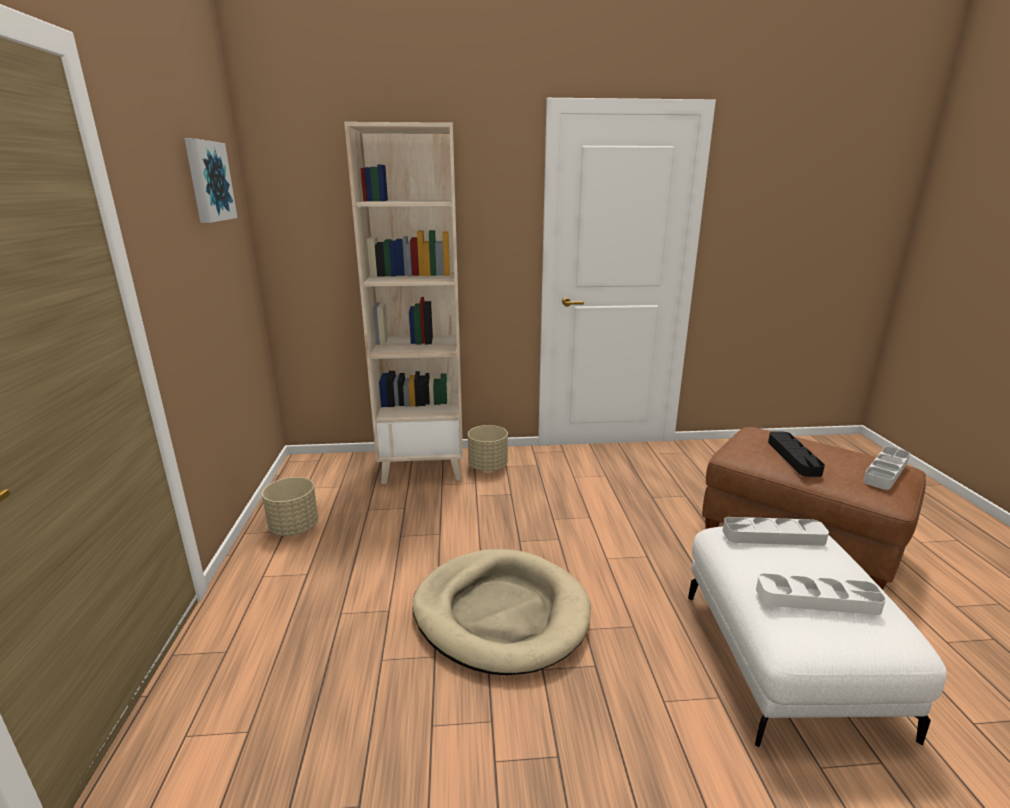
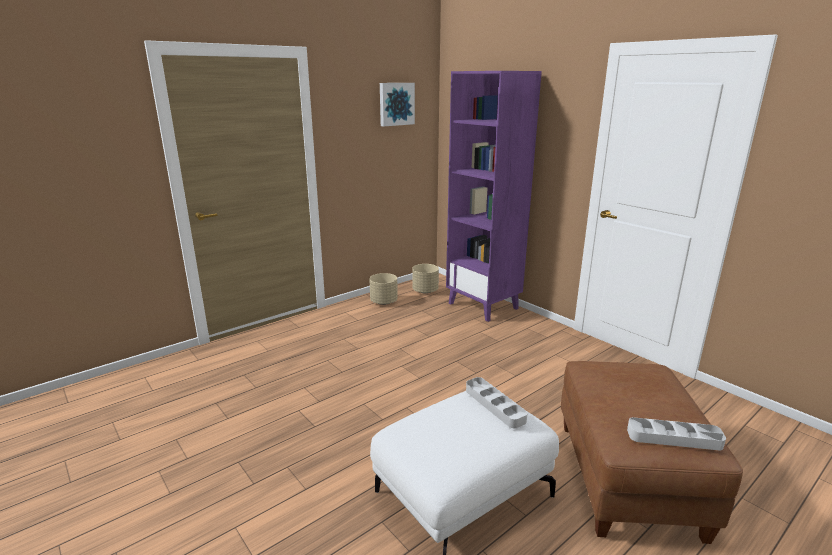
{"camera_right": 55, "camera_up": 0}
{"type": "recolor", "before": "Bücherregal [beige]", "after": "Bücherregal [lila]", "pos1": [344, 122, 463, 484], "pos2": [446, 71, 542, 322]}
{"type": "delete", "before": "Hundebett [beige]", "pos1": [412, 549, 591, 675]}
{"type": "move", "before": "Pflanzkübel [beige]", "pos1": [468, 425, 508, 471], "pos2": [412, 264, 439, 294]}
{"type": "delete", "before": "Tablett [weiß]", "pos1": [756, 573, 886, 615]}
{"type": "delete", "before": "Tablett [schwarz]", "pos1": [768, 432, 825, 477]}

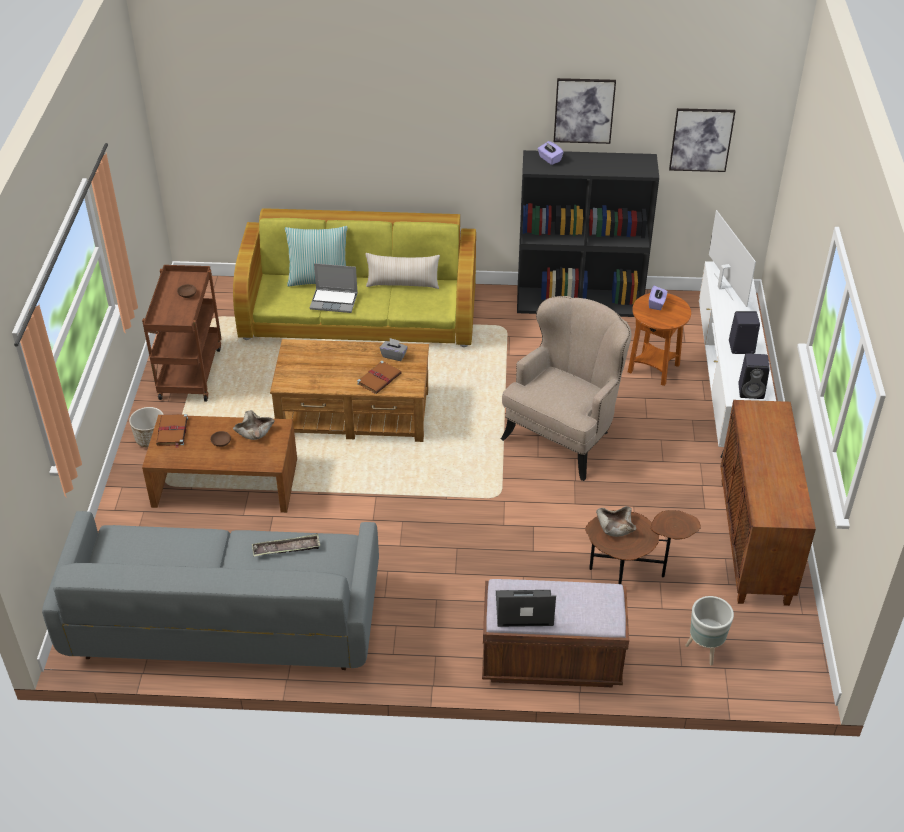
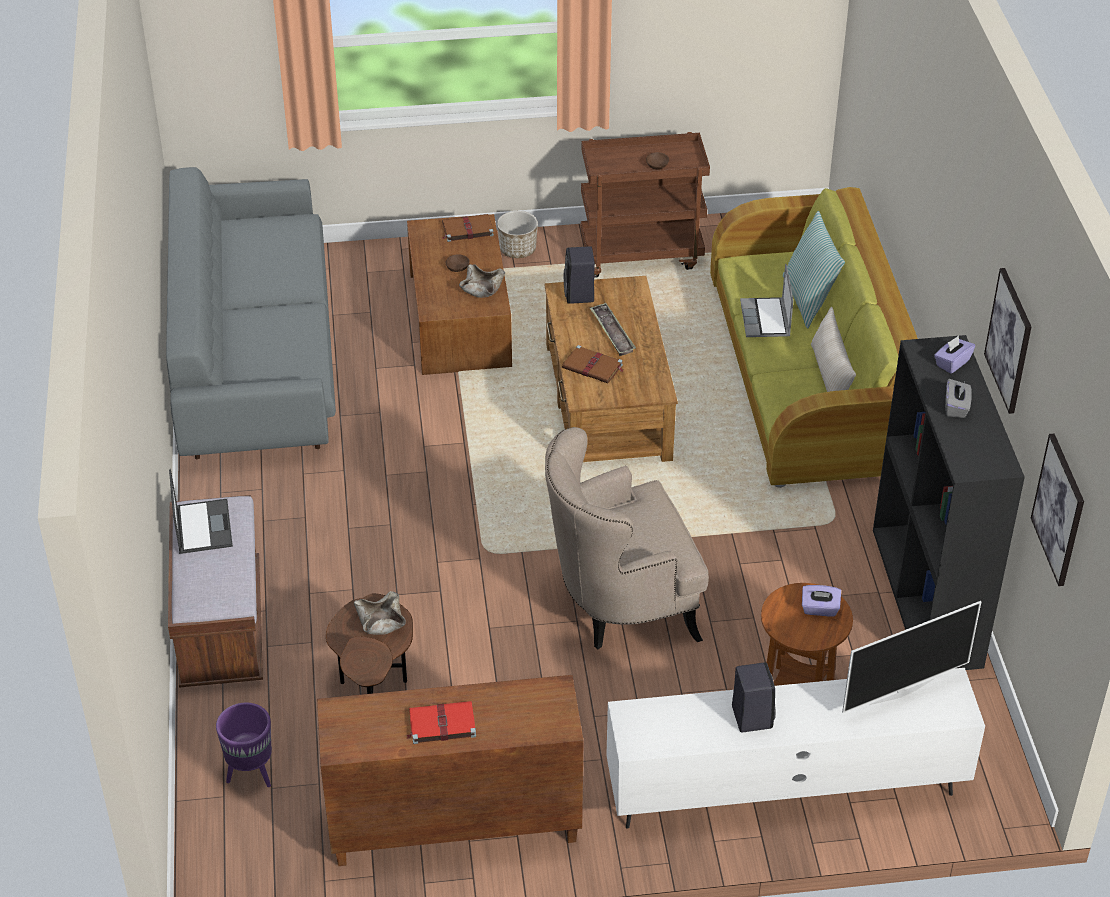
{"camera_right": 80, "camera_up": 0}
{"type": "move", "before": "Tablett", "pos1": [252, 534, 320, 556], "pos2": [590, 303, 636, 356]}
{"type": "move", "before": "Taschentuchbox [grau]", "pos1": [380, 338, 408, 361], "pos2": [945, 379, 972, 418]}
{"type": "rotate", "before": "Sessel [beige]", "pos1": [501, 296, 632, 481], "pos2": [545, 427, 709, 649], "turn": 135}
{"type": "recolor", "before": "Pflanzkübel [grau]", "after": "Pflanzkübel [lila]", "pos1": [685, 596, 734, 666], "pos2": [216, 703, 272, 787]}
{"type": "move", "before": "Lautsprecher [schwarz]", "pos1": [738, 353, 770, 399], "pos2": [564, 246, 595, 304]}
{"type": "insert", "after": "Buch [rot]", "pos2": [406, 701, 476, 744]}

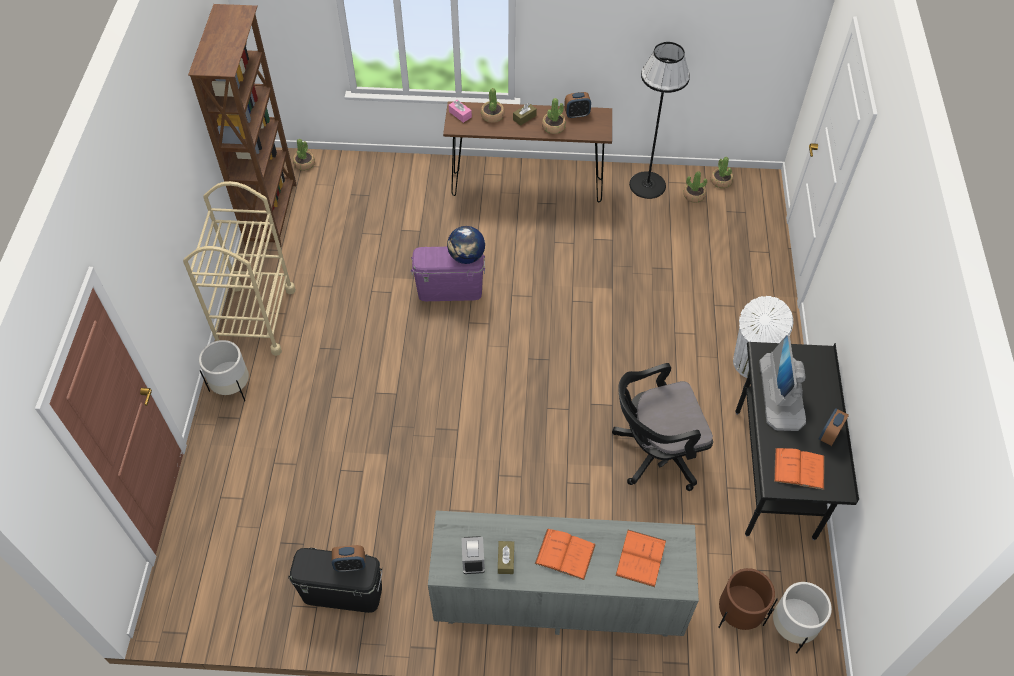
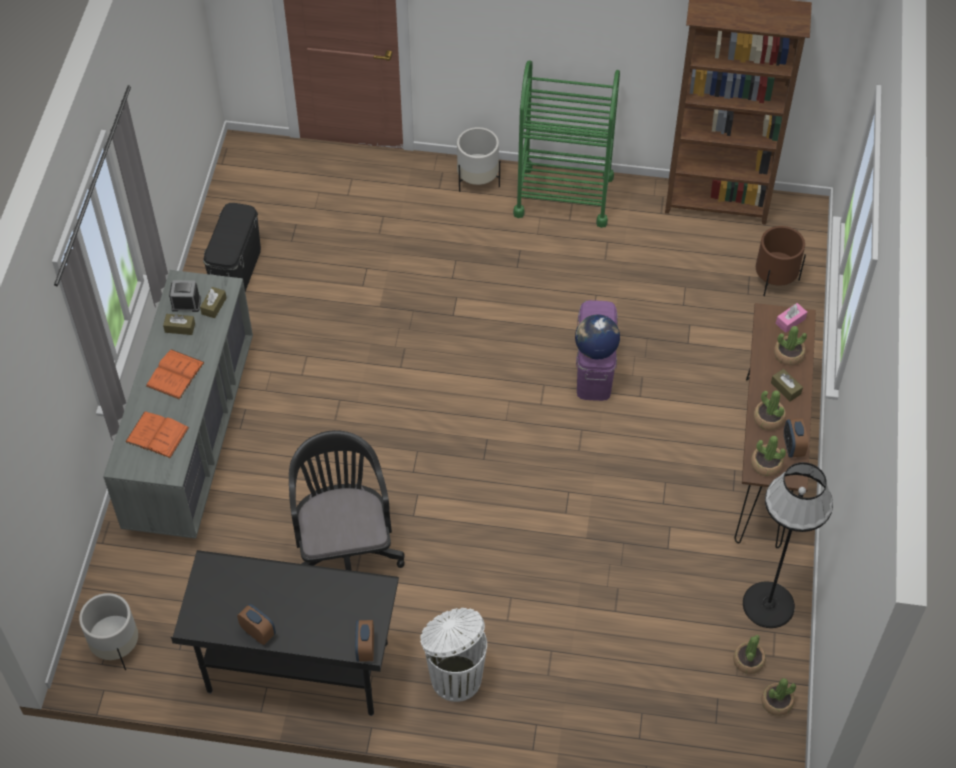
{"camera_right": 95, "camera_up": 0}
{"type": "recolor", "before": "Rollwagen [beige]", "after": "Rollwagen [grün]", "pos1": [183, 181, 296, 356], "pos2": [513, 60, 620, 228]}
{"type": "move", "before": "Topfpflanze", "pos1": [293, 139, 315, 171], "pos2": [751, 435, 786, 476]}
{"type": "move", "before": "Wecker", "pos1": [332, 545, 365, 572], "pos2": [355, 620, 374, 661]}
{"type": "move", "before": "Pflanzkübel [braun]", "pos1": [718, 568, 775, 630], "pos2": [756, 226, 806, 296]}
{"type": "delete", "before": "Monitor", "pos1": [759, 335, 806, 431]}
{"type": "delete", "before": "Buch [orange]", "pos1": [774, 448, 824, 490]}
{"type": "insert", "after": "Taschentuchbox [braun]", "pos2": [200, 287, 227, 318]}

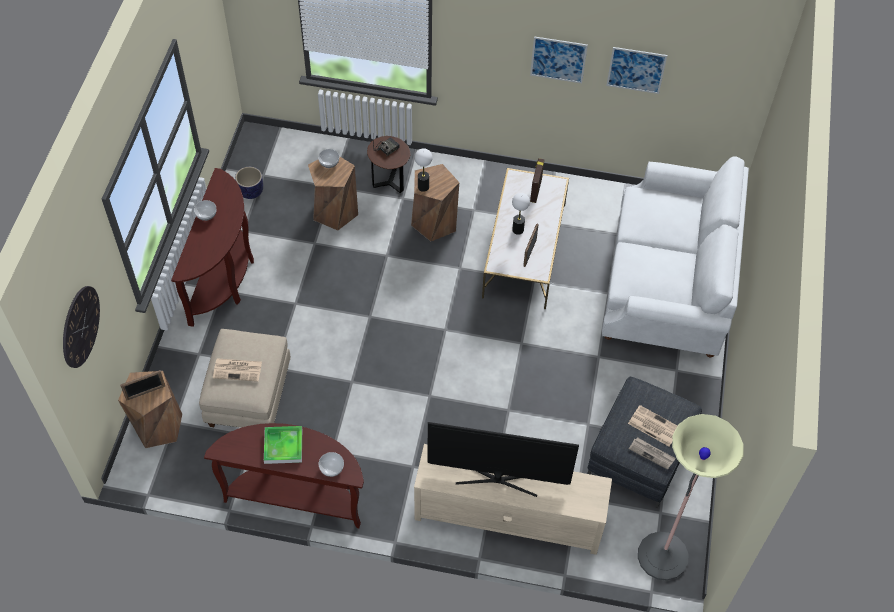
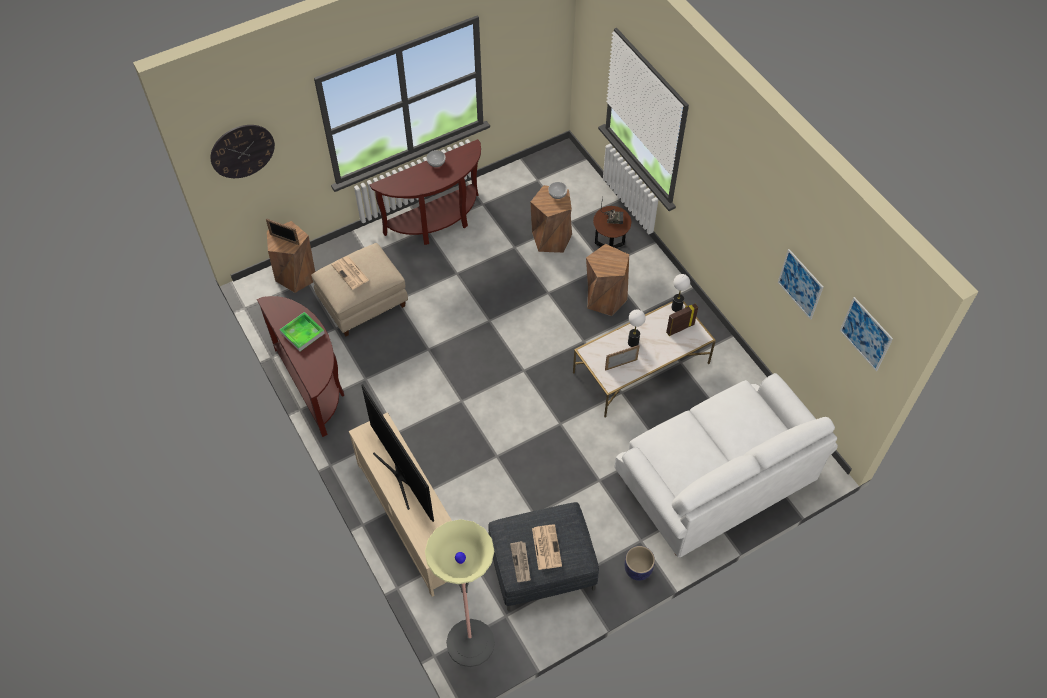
{"camera_right": 50, "camera_up": 0}
{"type": "move", "before": "Pflanzkübel", "pos1": [235, 167, 263, 199], "pos2": [625, 546, 655, 581]}
{"type": "delete", "before": "Schüssel", "pos1": [319, 452, 344, 477]}
{"type": "move", "before": "Tischlampe", "pos1": [415, 148, 432, 192], "pos2": [671, 274, 690, 312]}
{"type": "move", "before": "Bild", "pos1": [530, 36, 588, 83], "pos2": [840, 297, 893, 371]}

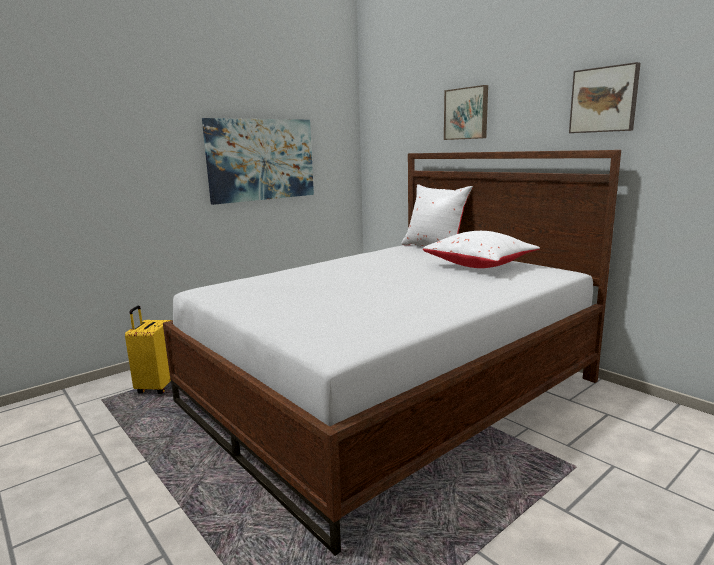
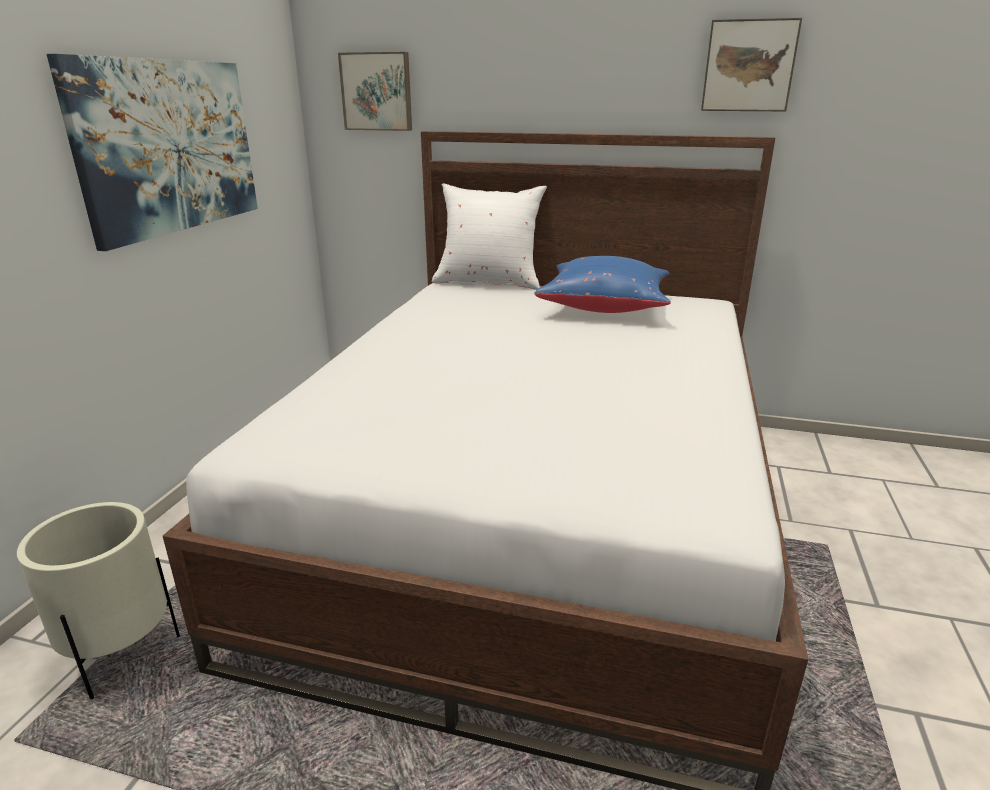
{"camera_right": -35, "camera_up": 10}
{"type": "replace", "before": "Koffer [gelb]", "after": "Pflanzkübel [beige]", "pos1": [125, 306, 172, 394], "pos2": [17, 502, 180, 699]}
{"type": "recolor", "before": "Kissen [weiß]", "after": "Kissen [blau]", "pos1": [422, 231, 540, 268], "pos2": [534, 256, 671, 313]}
{"type": "move", "before": "Bild", "pos1": [444, 85, 488, 140], "pos2": [338, 52, 412, 131]}

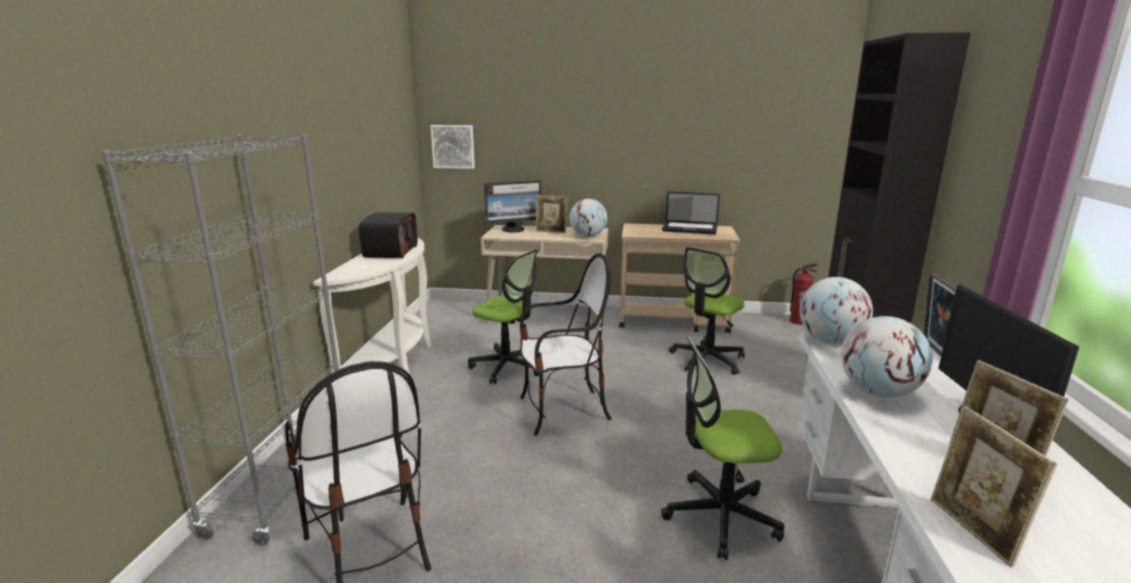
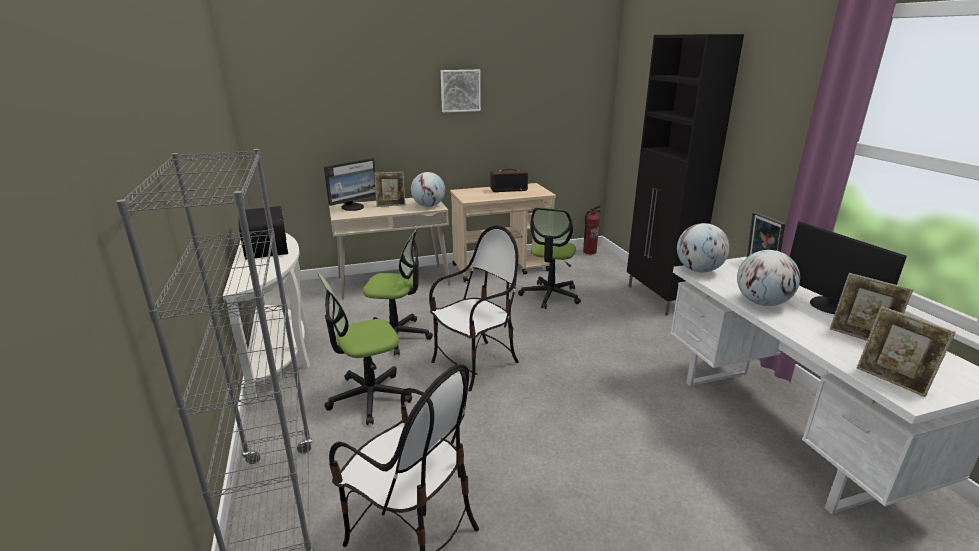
{"camera_right": -25, "camera_up": 5}
{"type": "move", "before": "Bild", "pos1": [430, 125, 475, 169], "pos2": [441, 70, 481, 112]}
{"type": "move", "before": "Bürostuhl", "pos1": [661, 336, 785, 560], "pos2": [318, 274, 412, 425]}
{"type": "replace", "before": "Laptop", "after": "Radio", "pos1": [662, 192, 720, 235], "pos2": [490, 169, 528, 192]}

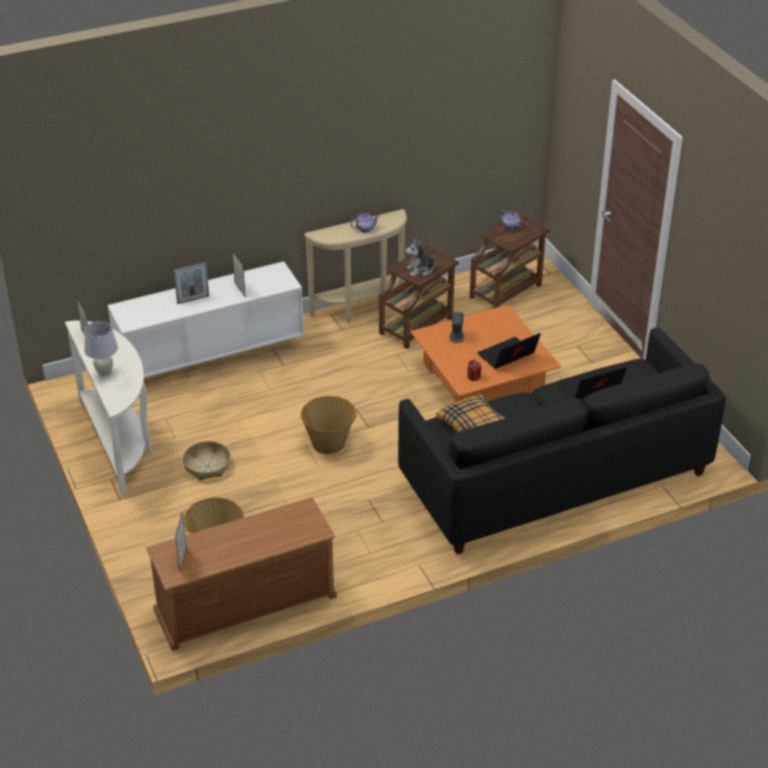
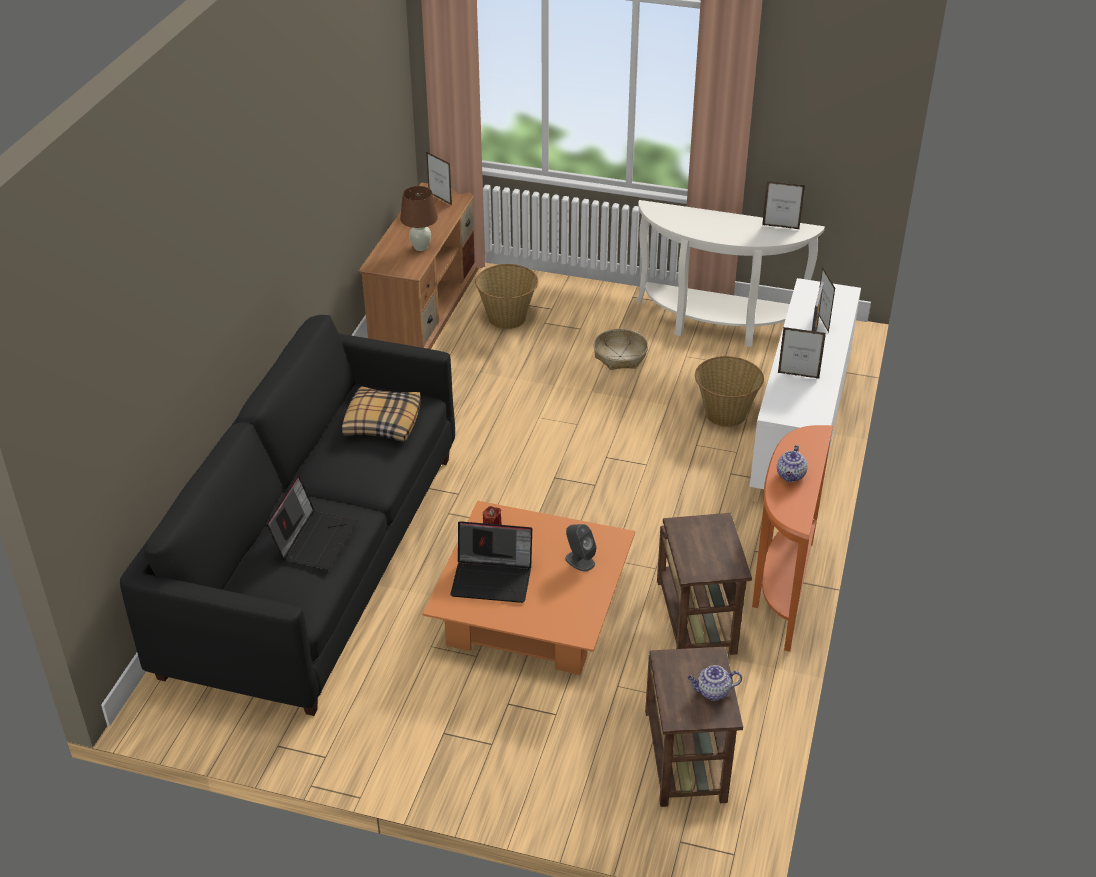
{"camera_right": 130, "camera_up": 0}
{"type": "delete", "before": "Tischlampe [weiß]", "pos1": [84, 321, 118, 376]}
{"type": "move", "before": "Korb", "pos1": [301, 396, 356, 454], "pos2": [695, 356, 764, 427]}
{"type": "recolor", "before": "Konsolentisch [beige]", "after": "Konsolentisch [orange]", "pos1": [304, 209, 407, 323], "pos2": [752, 425, 833, 652]}
{"type": "delete", "before": "Plüschtier", "pos1": [405, 238, 439, 276]}
{"type": "rotate", "before": "Laptop", "pos1": [477, 333, 541, 369], "pos2": [450, 521, 532, 603], "turn": 90}
{"type": "insert", "after": "Tischlampe [braun]", "pos2": [400, 186, 438, 251]}
{"type": "insert", "after": "Bilderrahmen", "pos2": [819, 266, 835, 333]}

